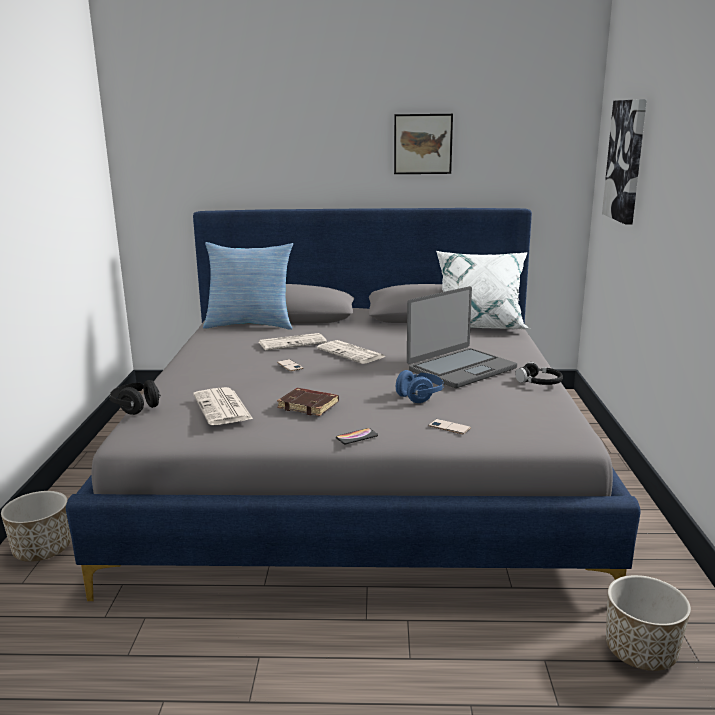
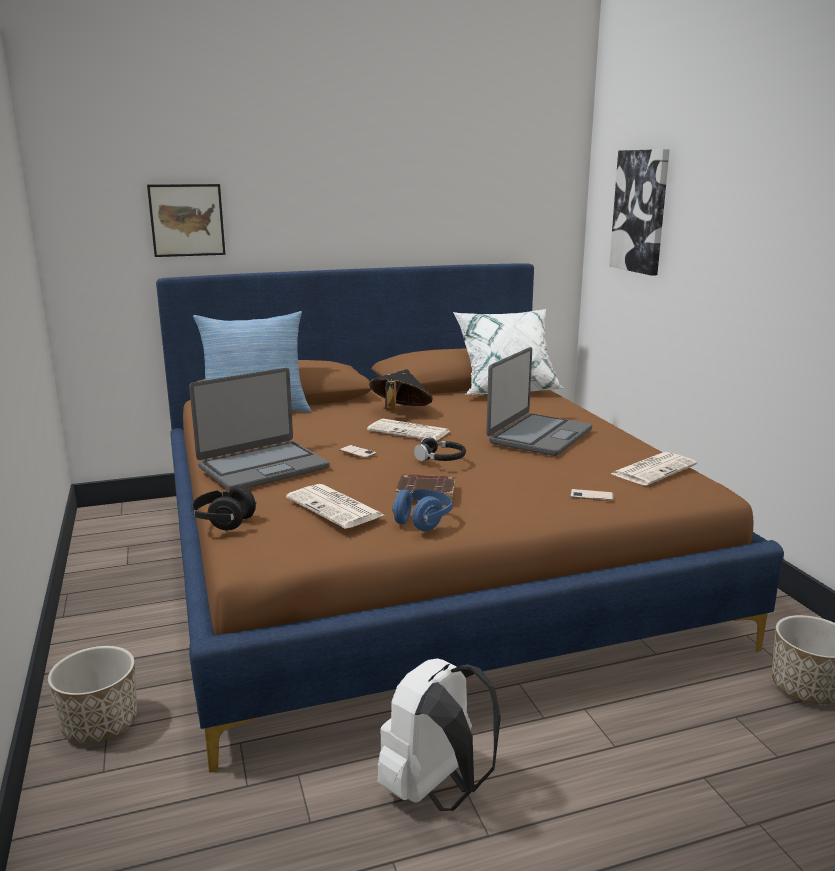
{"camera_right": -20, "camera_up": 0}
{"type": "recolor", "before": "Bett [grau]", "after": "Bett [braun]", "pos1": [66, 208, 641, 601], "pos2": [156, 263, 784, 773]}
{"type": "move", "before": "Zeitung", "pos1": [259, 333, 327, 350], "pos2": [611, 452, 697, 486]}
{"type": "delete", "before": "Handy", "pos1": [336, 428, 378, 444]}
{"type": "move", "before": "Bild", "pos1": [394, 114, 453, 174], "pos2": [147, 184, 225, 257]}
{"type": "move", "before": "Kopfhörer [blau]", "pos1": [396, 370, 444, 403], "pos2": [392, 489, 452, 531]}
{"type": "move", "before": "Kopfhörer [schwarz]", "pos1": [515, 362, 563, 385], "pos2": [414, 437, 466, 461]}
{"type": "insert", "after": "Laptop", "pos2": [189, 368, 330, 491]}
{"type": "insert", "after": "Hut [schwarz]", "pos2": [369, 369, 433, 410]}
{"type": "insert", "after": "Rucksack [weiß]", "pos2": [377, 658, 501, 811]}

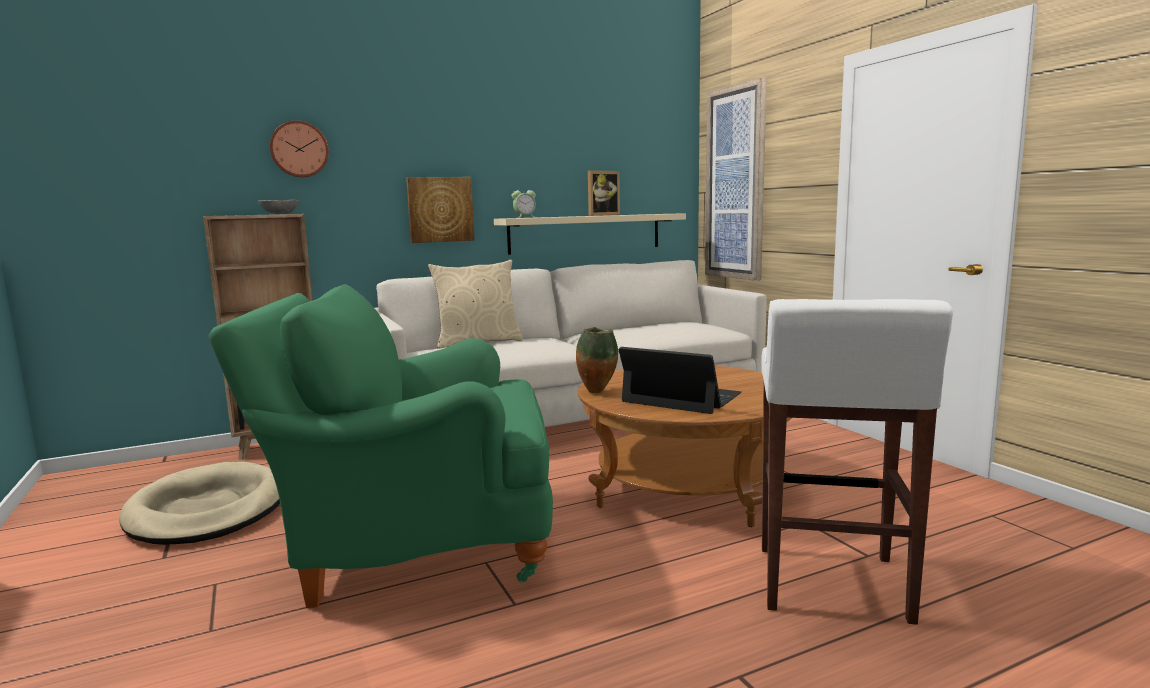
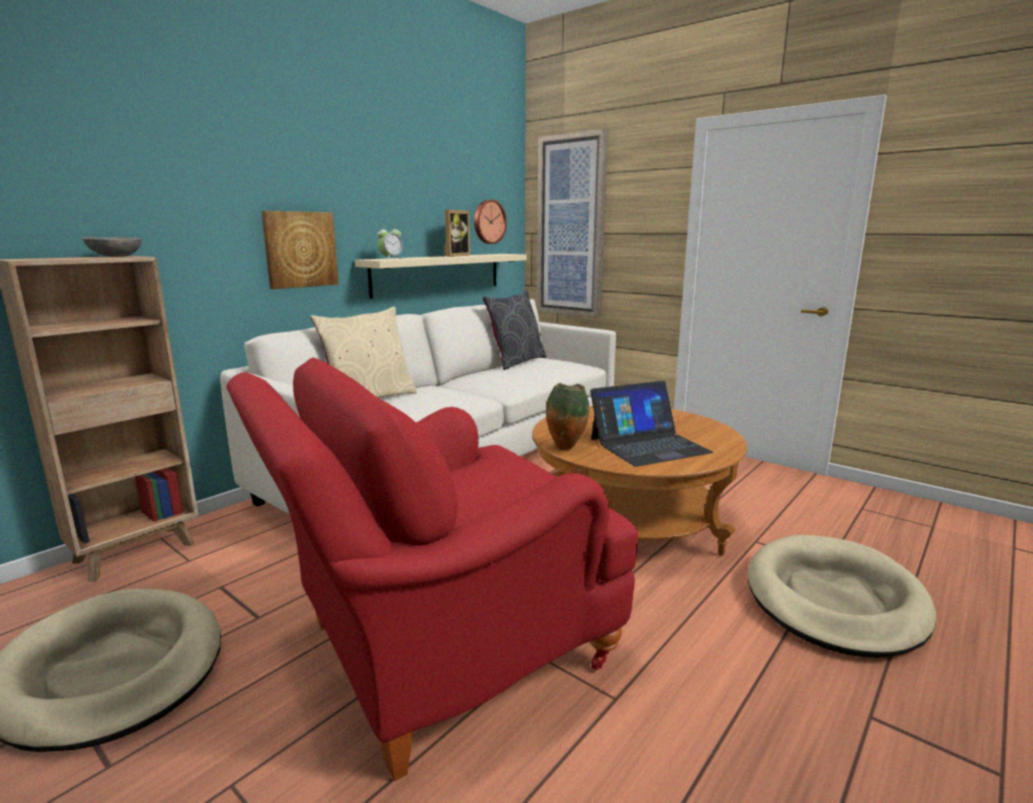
{"camera_right": -25, "camera_up": 5}
{"type": "recolor", "before": "Sessel [grün]", "after": "Sessel [rot]", "pos1": [209, 284, 553, 608], "pos2": [226, 358, 638, 781]}
{"type": "move", "before": "Wanduhr", "pos1": [270, 121, 329, 178], "pos2": [474, 200, 507, 244]}
{"type": "rotate", "before": "Laptop", "pos1": [619, 347, 742, 414], "pos2": [590, 380, 714, 467], "turn": 150}
{"type": "replace", "before": "Hocker [weiß]", "after": "Hundebett [beige]", "pos1": [761, 299, 953, 625], "pos2": [747, 535, 937, 658]}
{"type": "insert", "after": "Kissen [grau]", "pos2": [483, 290, 546, 370]}

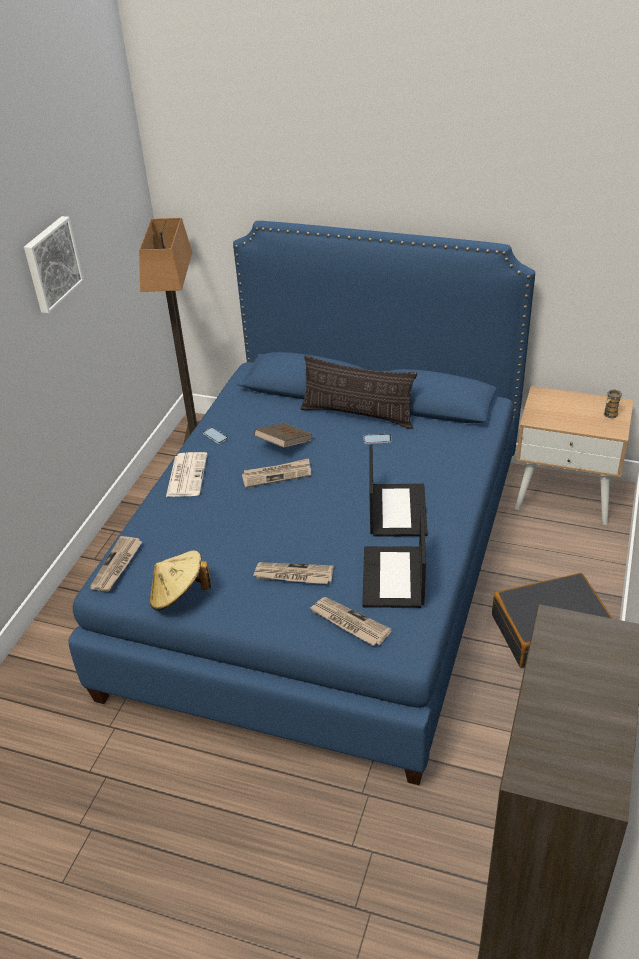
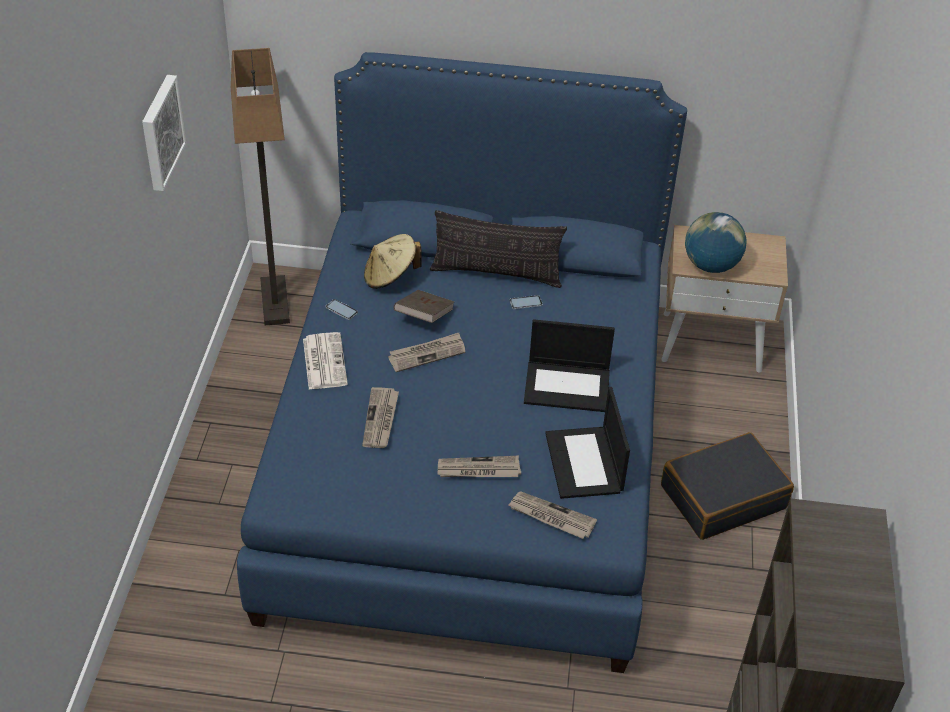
{"camera_right": -15, "camera_up": 5}
{"type": "move", "before": "Zeitung", "pos1": [90, 536, 143, 592], "pos2": [362, 387, 399, 448]}
{"type": "move", "before": "Hut [beige]", "pos1": [150, 550, 211, 610], "pos2": [364, 234, 422, 289]}
{"type": "rotate", "before": "Laptop", "pos1": [369, 445, 428, 537], "pos2": [524, 319, 615, 412], "turn": 105}
{"type": "delete", "before": "Henkelbecher", "pos1": [604, 390, 623, 418]}
{"type": "insert", "after": "Globus", "pos2": [685, 212, 747, 273]}

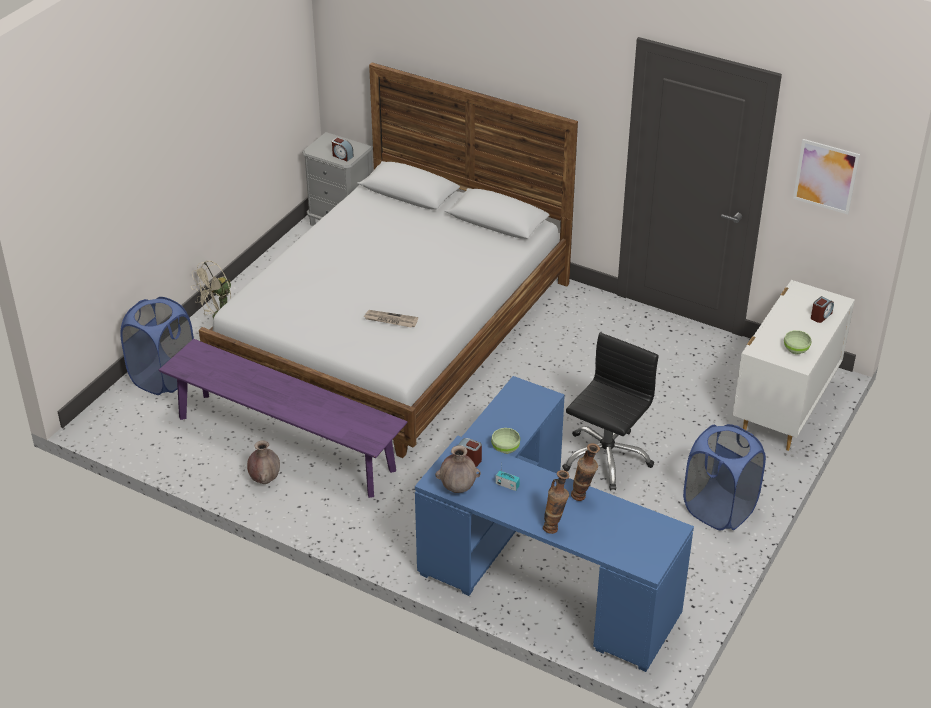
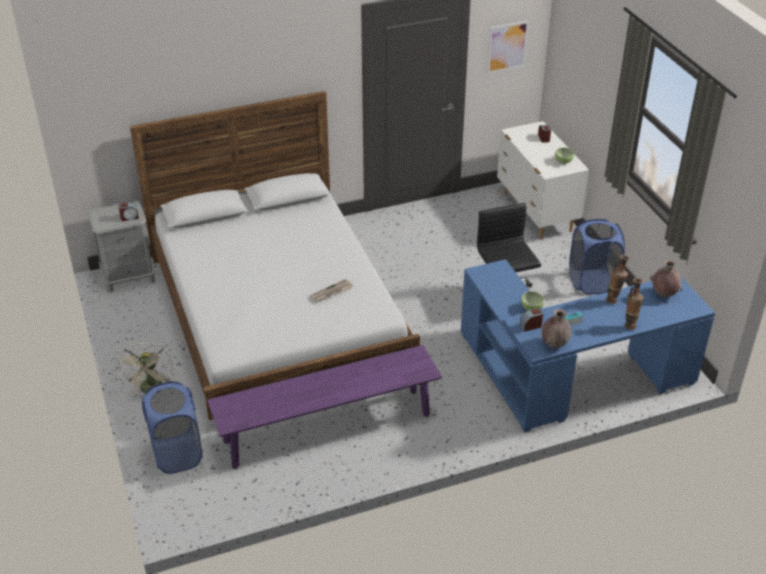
{"camera_right": -50, "camera_up": 0}
{"type": "move", "before": "Vase [braun]", "pos1": [247, 440, 280, 484], "pos2": [650, 260, 683, 298]}

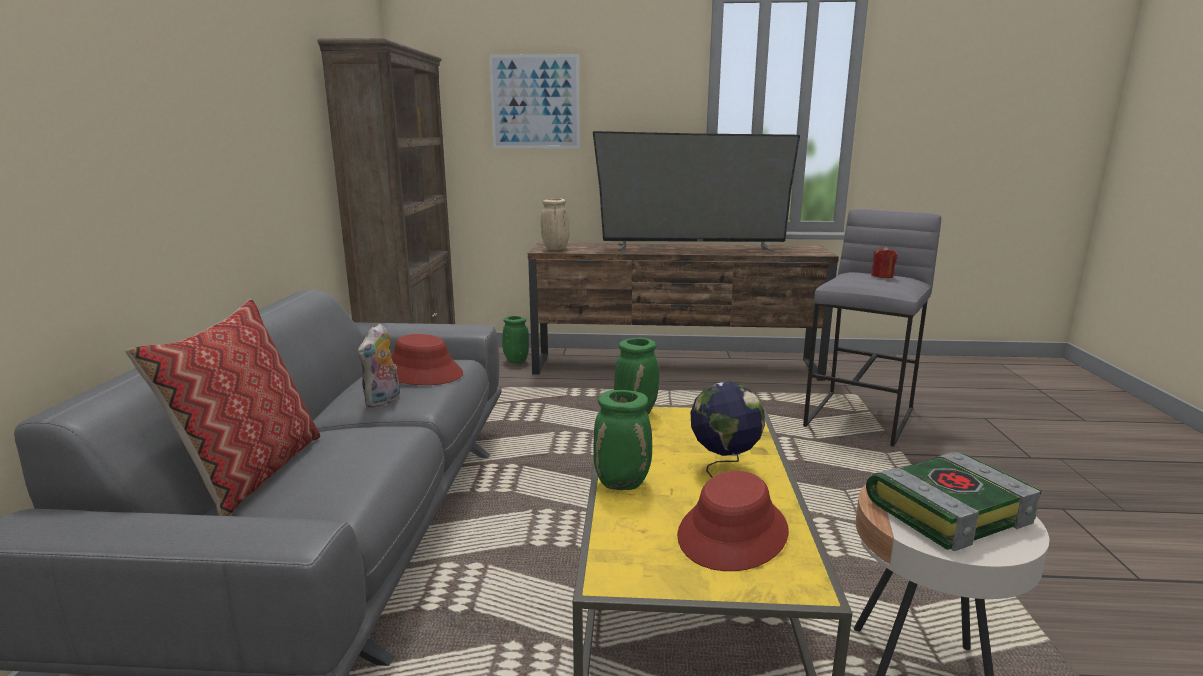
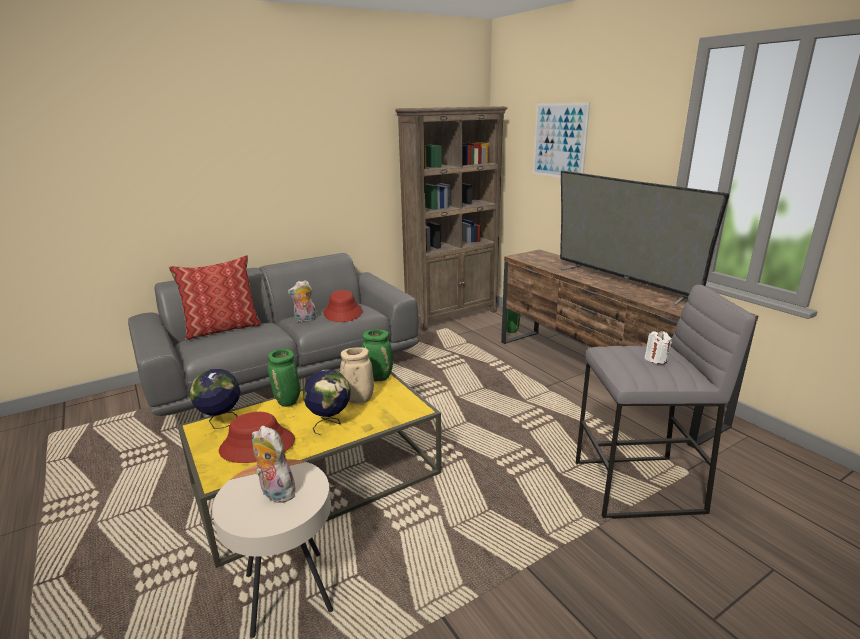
{"camera_right": 55, "camera_up": 5}
{"type": "move", "before": "Vase [beige]", "pos1": [541, 198, 569, 250], "pos2": [340, 347, 374, 404]}
{"type": "replace", "before": "Buch", "after": "Plüschtier", "pos1": [866, 452, 1042, 551], "pos2": [252, 426, 295, 503]}
{"type": "recolor", "before": "Kerze [rot]", "after": "Kerze [weiß]", "pos1": [871, 246, 898, 278], "pos2": [644, 331, 672, 364]}
{"type": "insert", "after": "Globus", "pos2": [190, 369, 240, 429]}

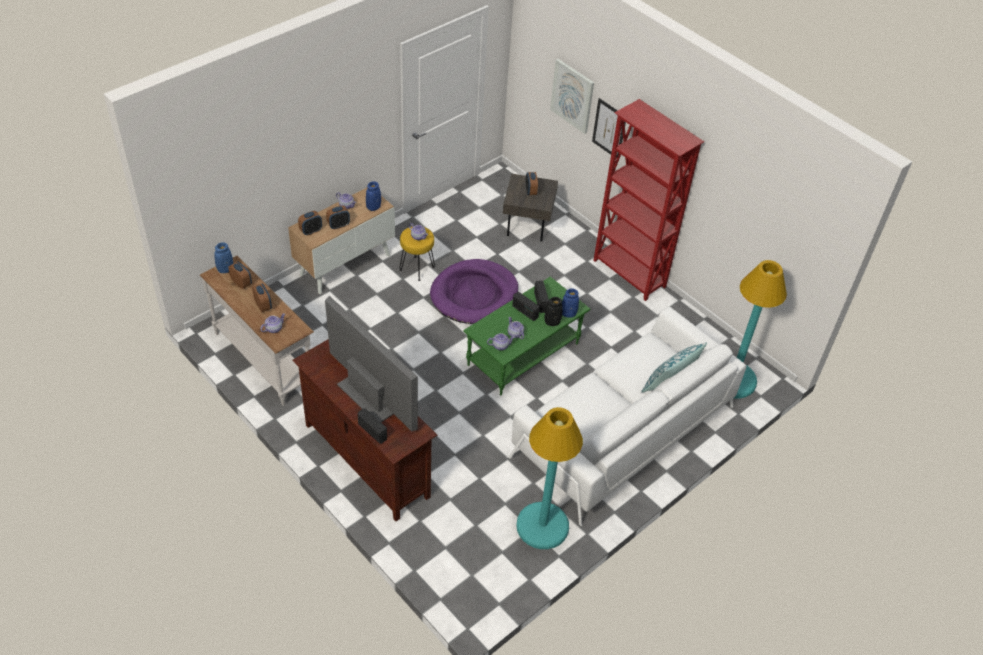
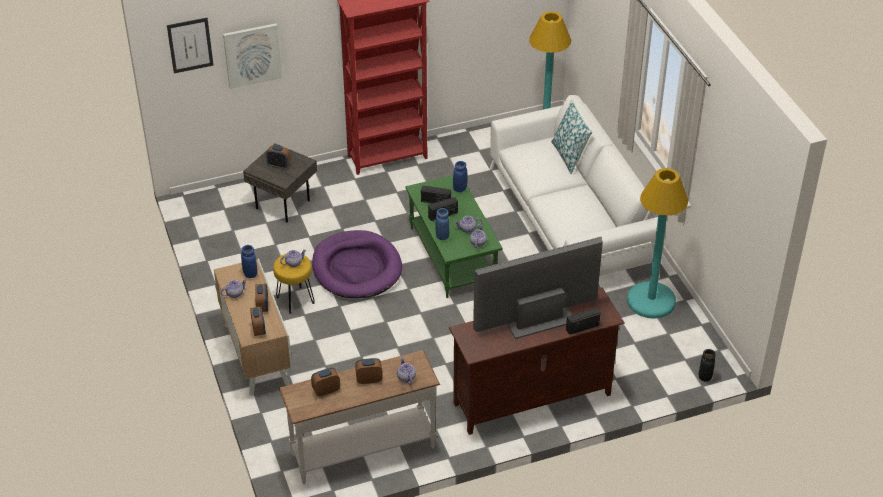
{"camera_right": -65, "camera_up": -5}
{"type": "move", "before": "Vase [blau]", "pos1": [214, 242, 233, 273], "pos2": [435, 208, 449, 240]}
{"type": "move", "before": "Vase [schwarz]", "pos1": [545, 297, 562, 326], "pos2": [699, 349, 716, 382]}
{"type": "move", "before": "Bild", "pos1": [592, 98, 626, 159], "pos2": [167, 18, 213, 73]}

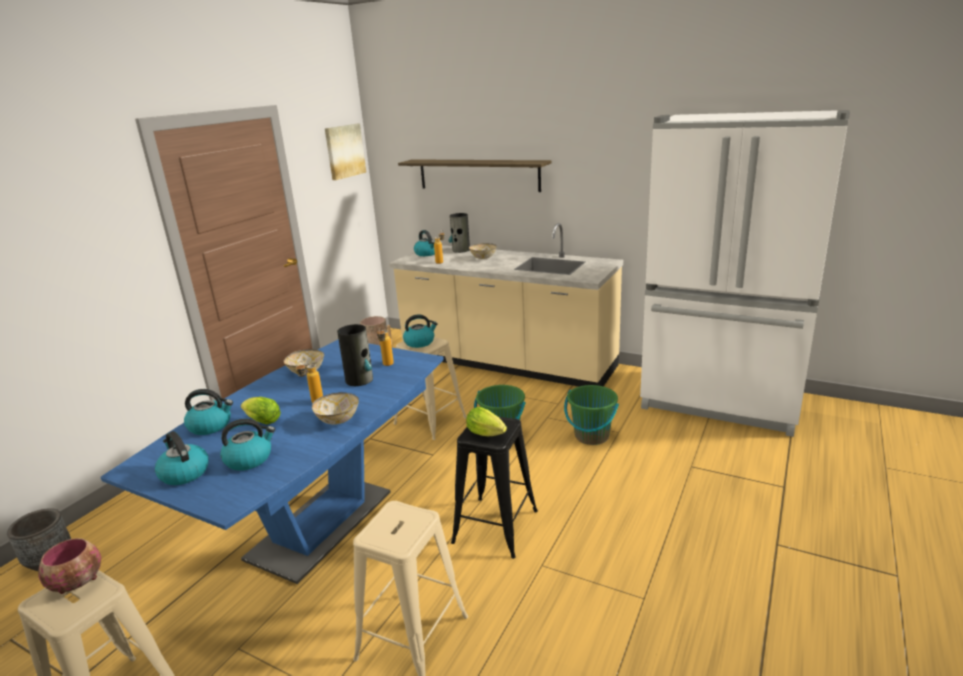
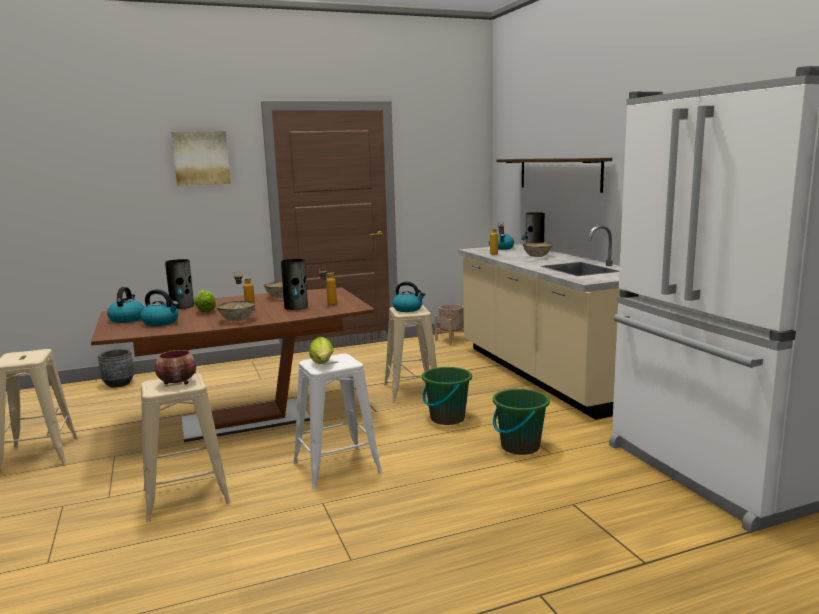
{"camera_right": 40, "camera_up": -10}
{"type": "move", "before": "Schüssel", "pos1": [38, 538, 101, 594], "pos2": [155, 350, 196, 385]}
{"type": "recolor", "before": "Esstisch [blau]", "after": "Esstisch [braun]", "pos1": [101, 339, 444, 584], "pos2": [91, 287, 375, 442]}
{"type": "replace", "before": "Wasserkessel", "after": "Vase", "pos1": [184, 389, 233, 435], "pos2": [165, 259, 194, 309]}
{"type": "move", "before": "Bild", "pos1": [325, 124, 366, 180], "pos2": [171, 131, 231, 186]}
{"type": "recolor", "before": "Hocker [schwarz]", "after": "Hocker [weiß]", "pos1": [451, 417, 538, 559], "pos2": [293, 354, 382, 490]}

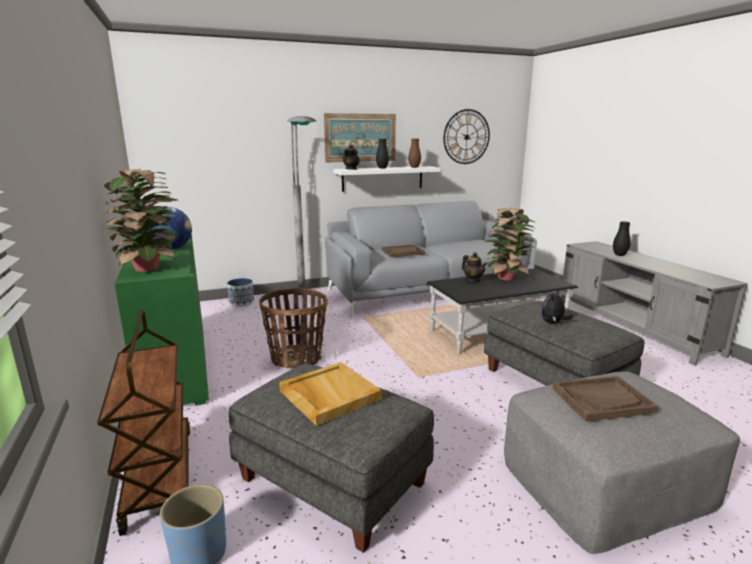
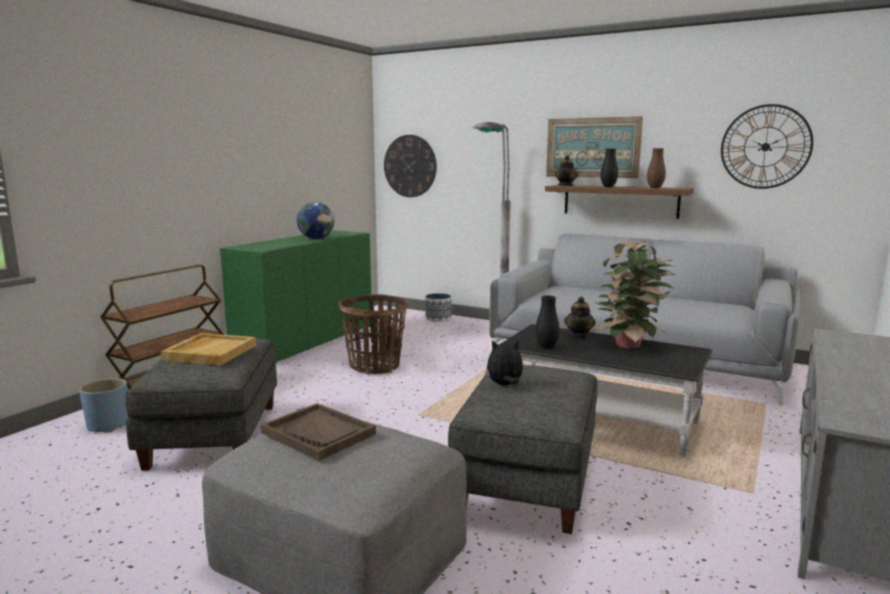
{"camera_right": 50, "camera_up": -5}
{"type": "delete", "before": "Topfpflanze", "pos1": [101, 169, 178, 272]}
{"type": "recolor", "before": "Wandregal [weiß]", "after": "Wandregal [braun]", "pos1": [333, 166, 440, 192], "pos2": [545, 185, 694, 219]}
{"type": "delete", "before": "Tablett [braun]", "pos1": [382, 245, 425, 257]}
{"type": "move", "before": "Vase [schwarz]", "pos1": [613, 221, 630, 256], "pos2": [535, 295, 560, 349]}
{"type": "insert", "after": "Wanduhr", "pos2": [384, 135, 437, 197]}

